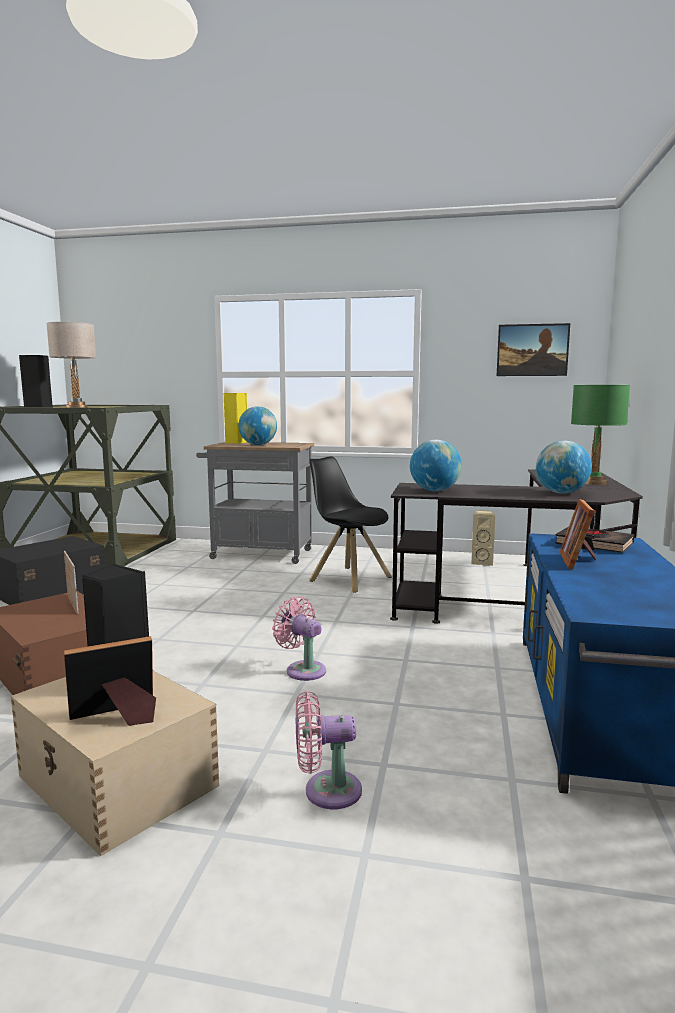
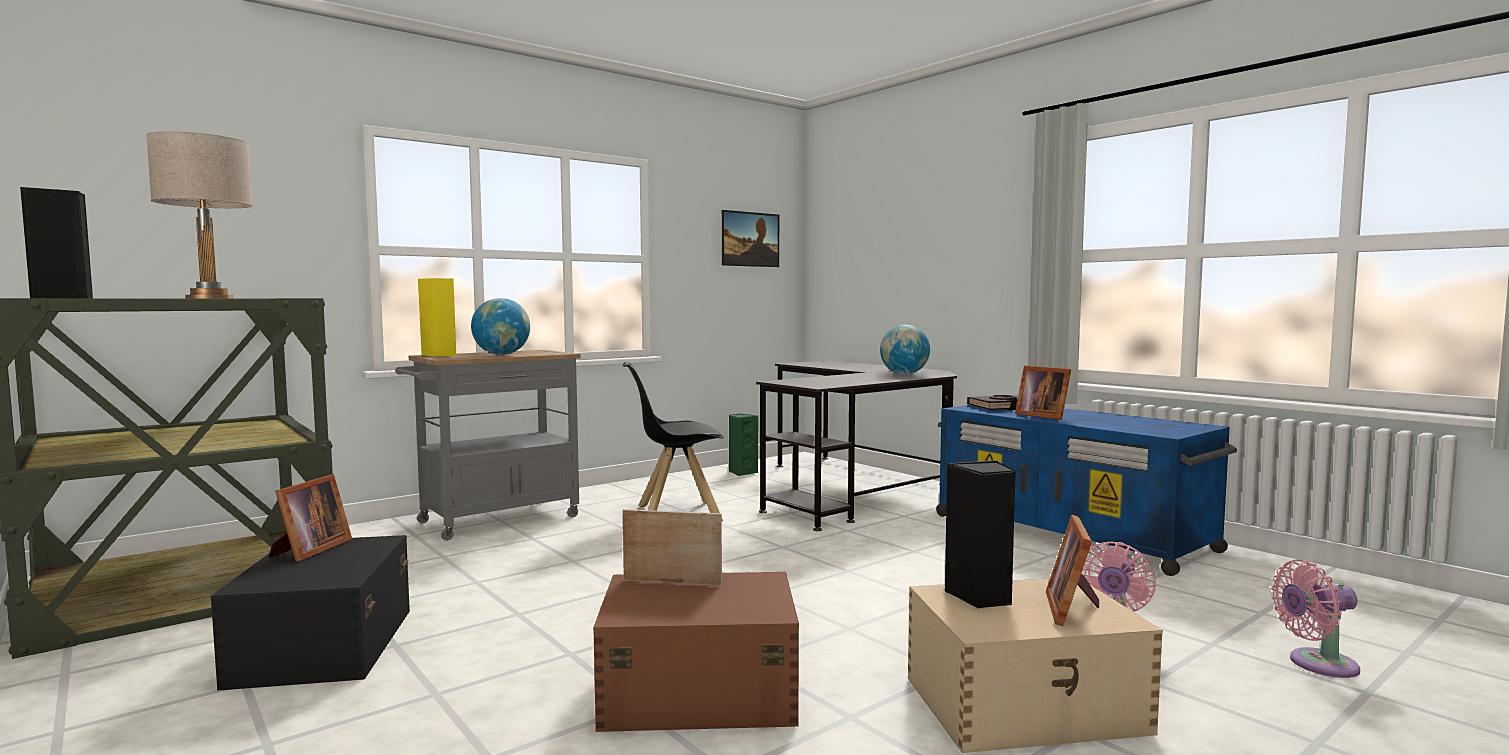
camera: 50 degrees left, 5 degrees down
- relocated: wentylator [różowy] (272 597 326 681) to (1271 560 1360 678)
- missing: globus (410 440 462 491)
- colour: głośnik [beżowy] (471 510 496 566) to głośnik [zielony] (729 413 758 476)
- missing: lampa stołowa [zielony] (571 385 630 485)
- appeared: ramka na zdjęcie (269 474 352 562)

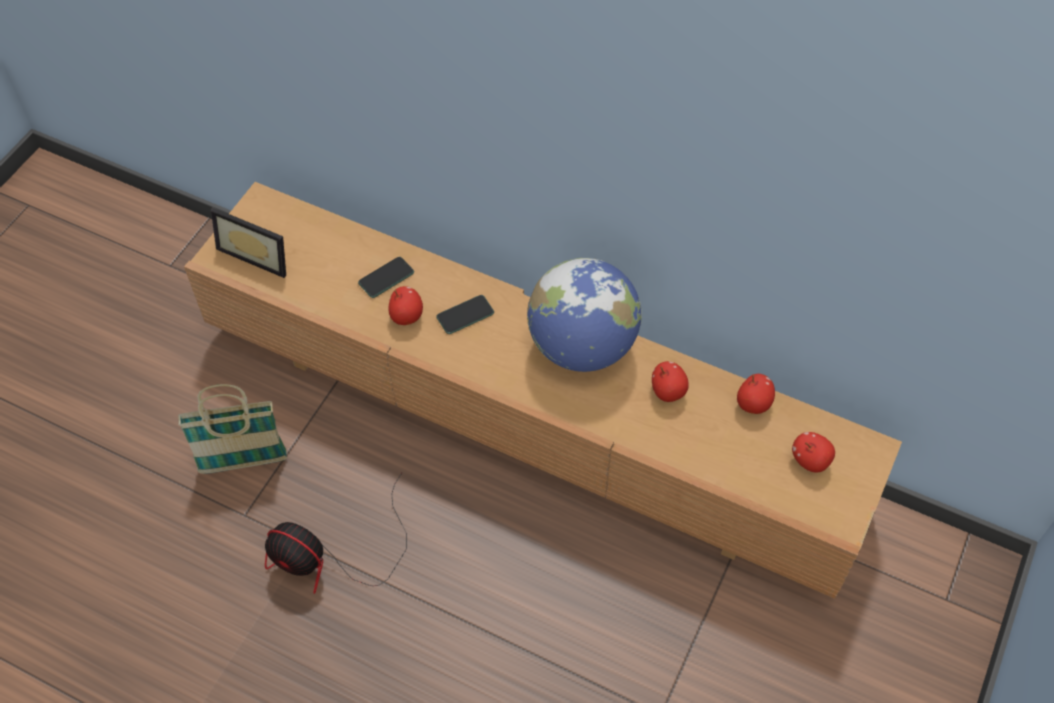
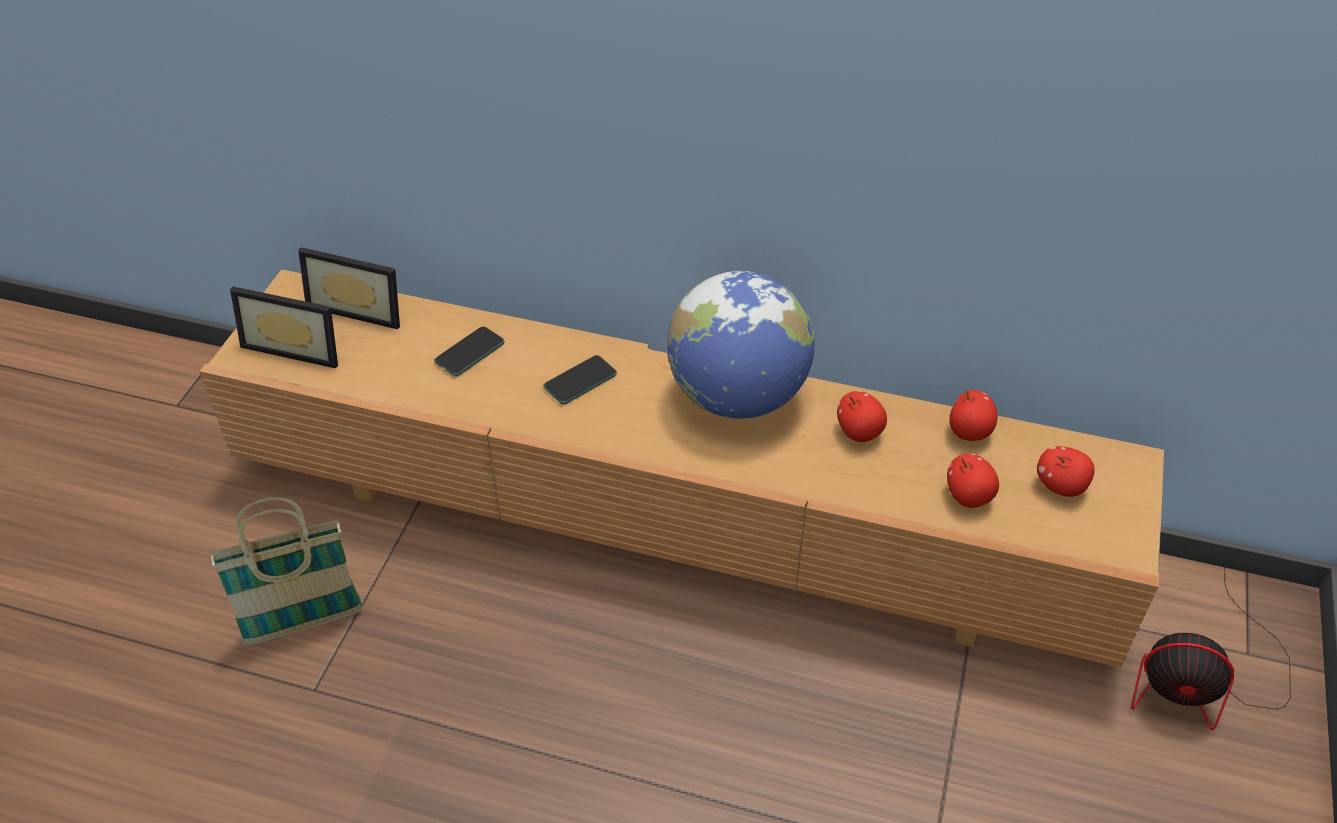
camera: 10 degrees left, 10 degrees down
- relocated: wentylator (265 473 407 594) to (1131 568 1291 730)
- relocated: jabłko (388 286 423 325) to (947 453 999 508)
- appeared: ramka na zdjęcie (298 247 400 329)

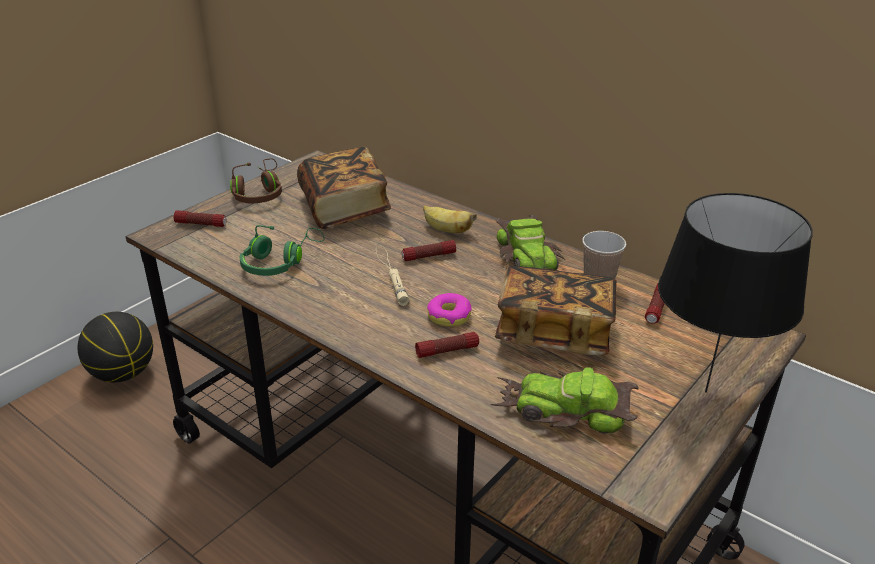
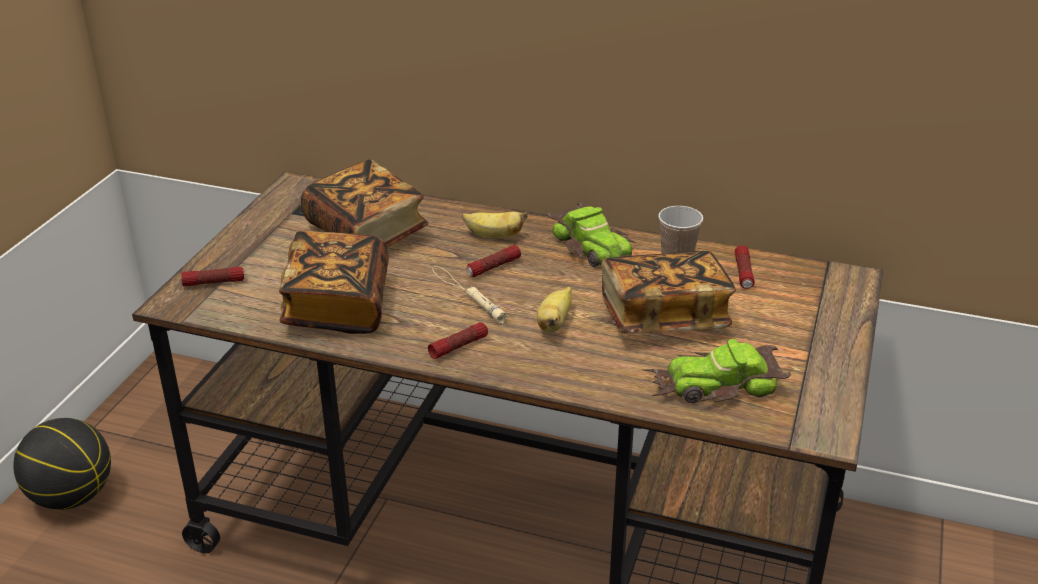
camera: 20 degrees left, 0 degrees up
- missing: słuchawki [brązowy] (230 158 282 203)
- exchanged: słuchawki [zielony] (240 225 324 276) to książka (279 231 389 334)
- relocated: latarka (415 332 479 358) to (428 322 488 359)
- exchanged: donut (427 293 472 327) to banan (537 287 572 333)
- missing: lampa stołowa [czarny] (658 193 813 393)

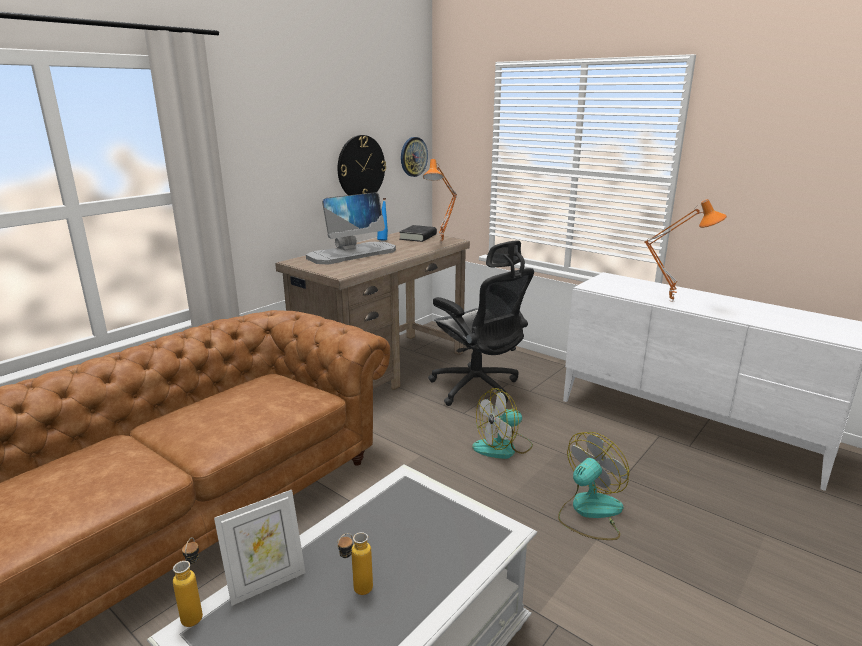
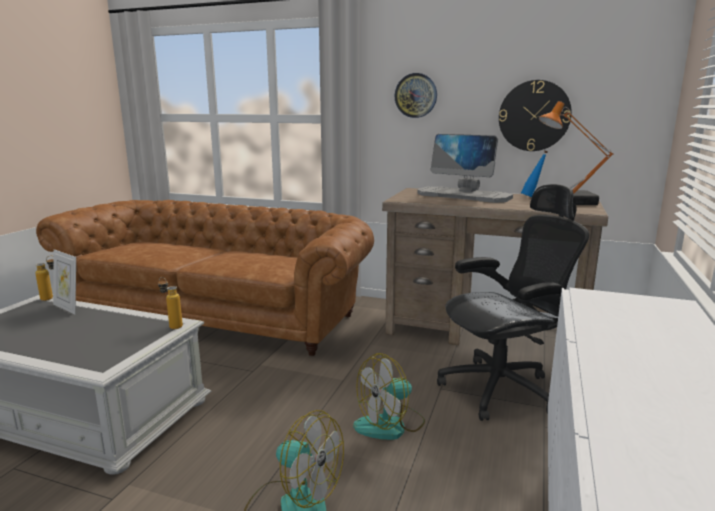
camera: 70 degrees right, 5 degrees down
- relocated: butelka (337 532 373 595) to (158 277 183 329)
- relocated: zegar ścienny (401 137 428 177) to (395 73 437 118)
- spun: krzesło biurowe (428 240 534 406) = (437 184 589 421) 150 degrees counterclockwise
- spun: wentylator (472 388 533 459) = (353 353 425 440) 75 degrees counterclockwise
- missing: lampa stołowa [pomarańczowy] (644 199 727 302)

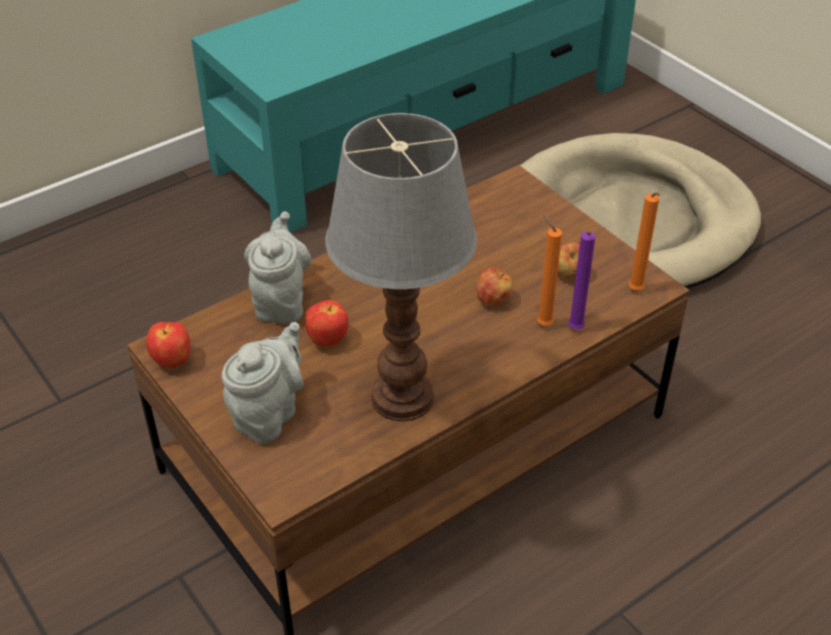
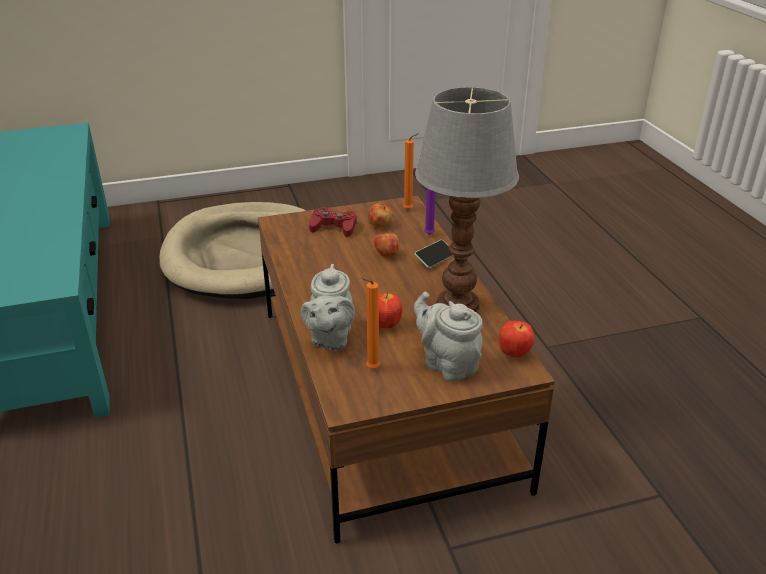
camera: 70 degrees left, 10 degrees down
- relocated: jabłko (146 322 191 368) to (499 321 534 358)
- spun: imbryk [szary] (244 211 311 324) = (301 264 355 350) 105 degrees counterclockwise
- relocated: świeca [pomarańczowy] (537 215 562 326) to (361 278 380 368)
- appeared: pad do gier [czerwony] (309 207 357 237)
- appeared: telefon (415 240 453 268)

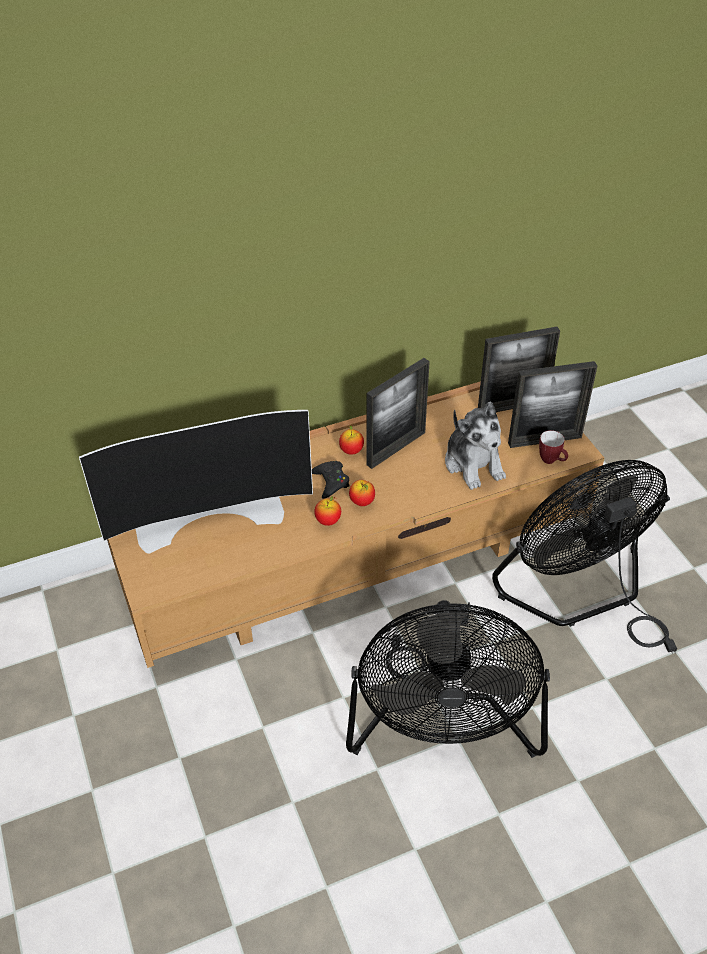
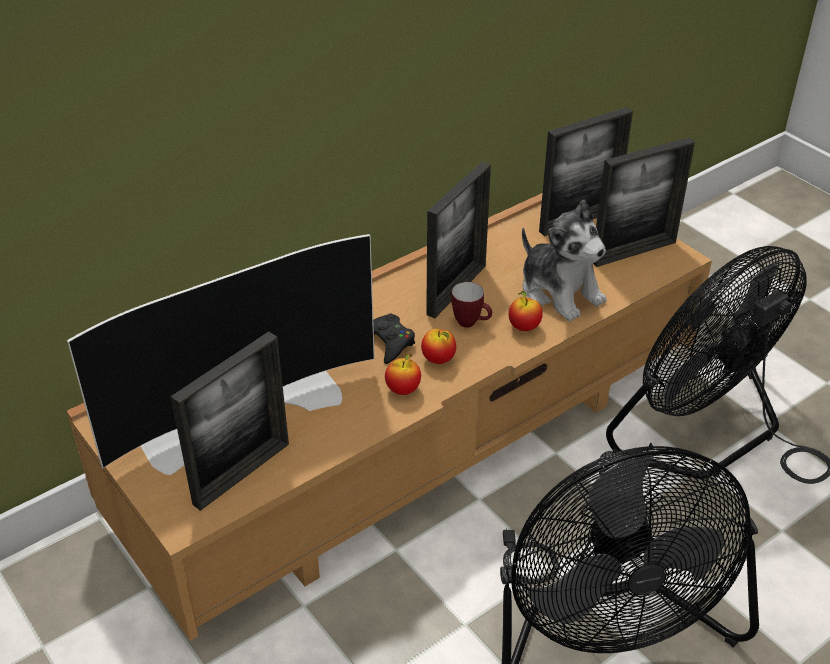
camera: 15 degrees left, 5 degrees down
- relocated: jabłko (339 425 364 455) to (509 291 543 331)
- relocated: kubek (539 430 568 464) to (451 282 492 328)
- appeared: ramka na zdjęcie (171 332 289 511)

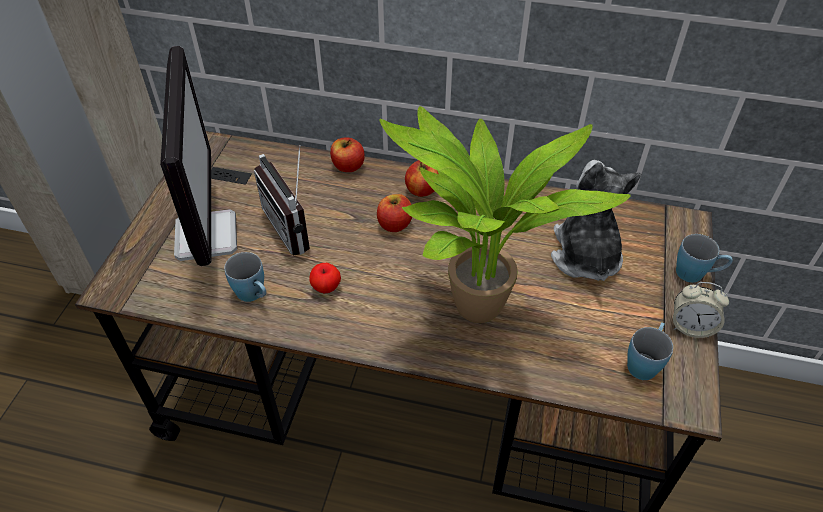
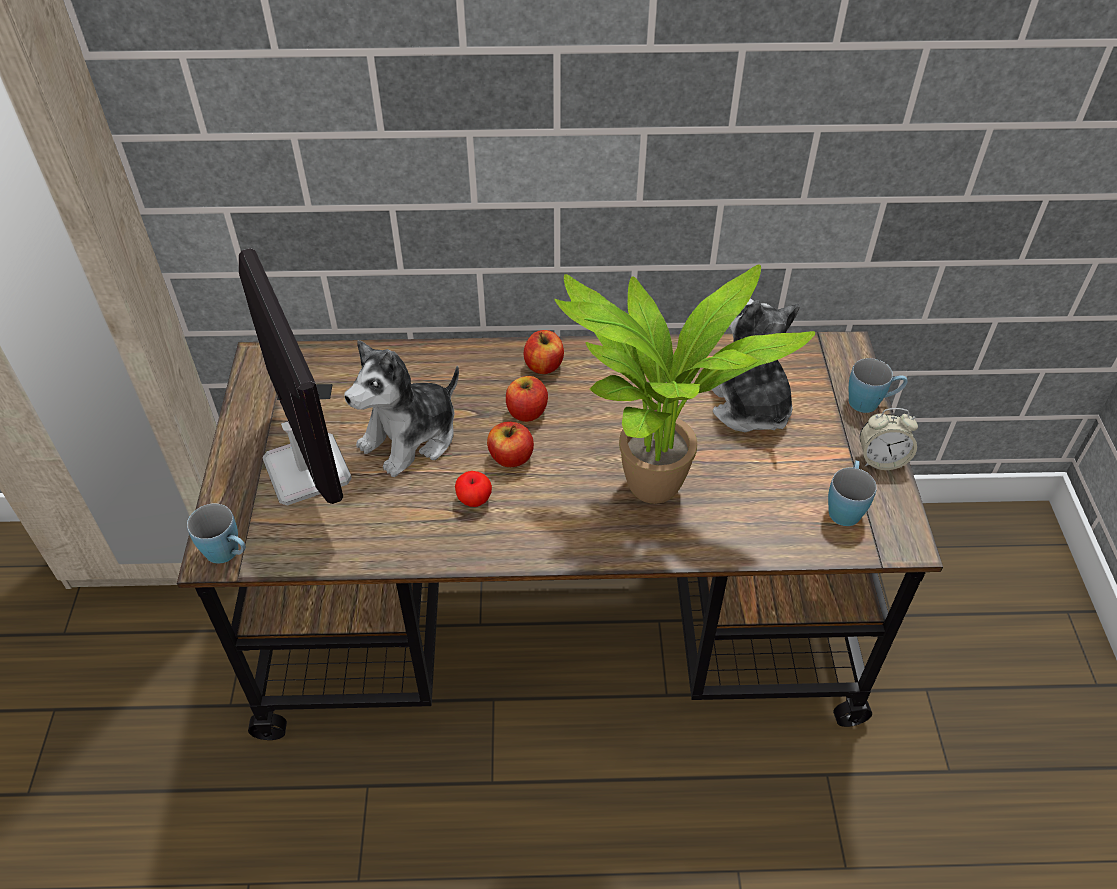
camera: 15 degrees left, 0 degrees up
- relocated: kubek [niebieski] (224 252 266 302) to (187 504 246 564)
- exchanged: radio (254 145 310 256) to pluszak (344 340 459 477)
- relocated: jabłko (330 137 365 172) to (487 421 534 467)

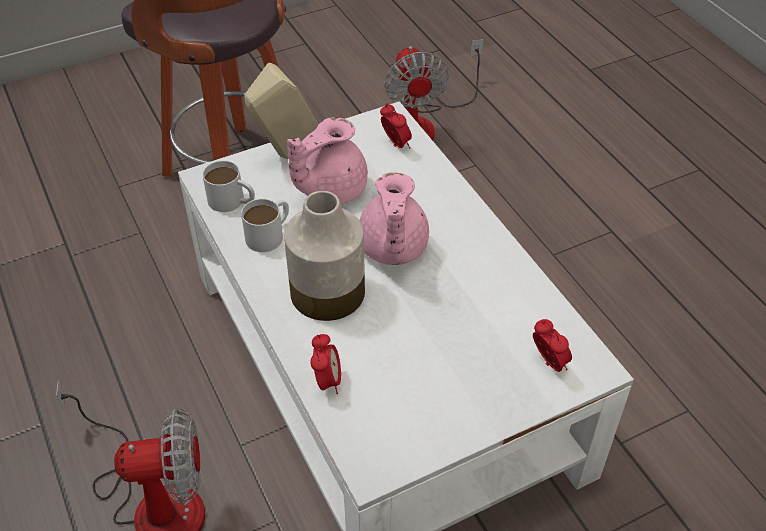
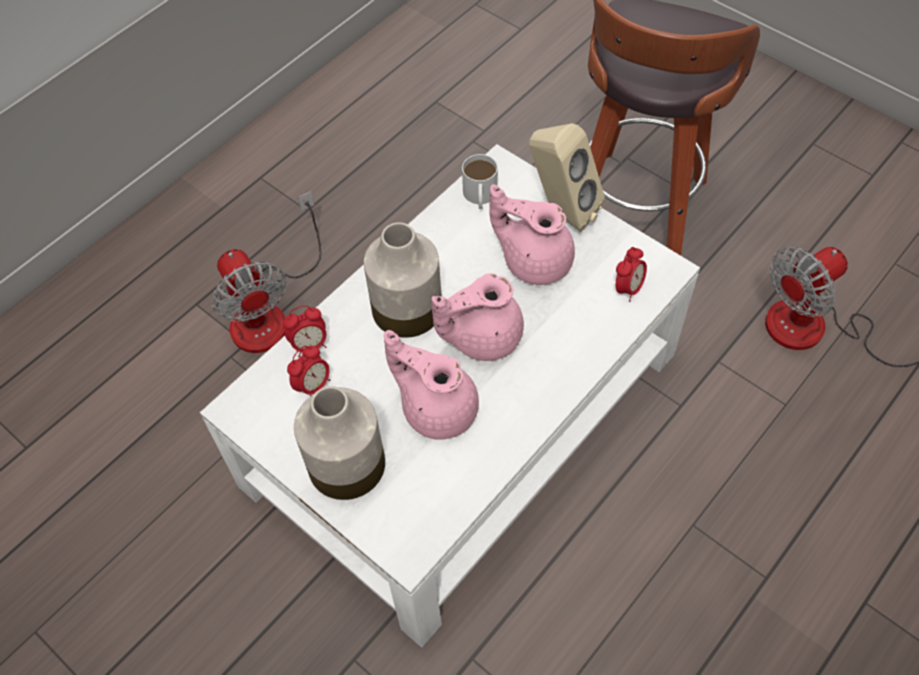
camera: 70 degrees right, 10 degrees up
- missing: kubek [biały] (241 199 289 252)
- relocated: budzik (533 319 572 372) to (287 346 330 397)
- appeared: wazon [beżowy] (294 386 385 500)
- appeared: imbryk [różowy] (384 330 479 439)

